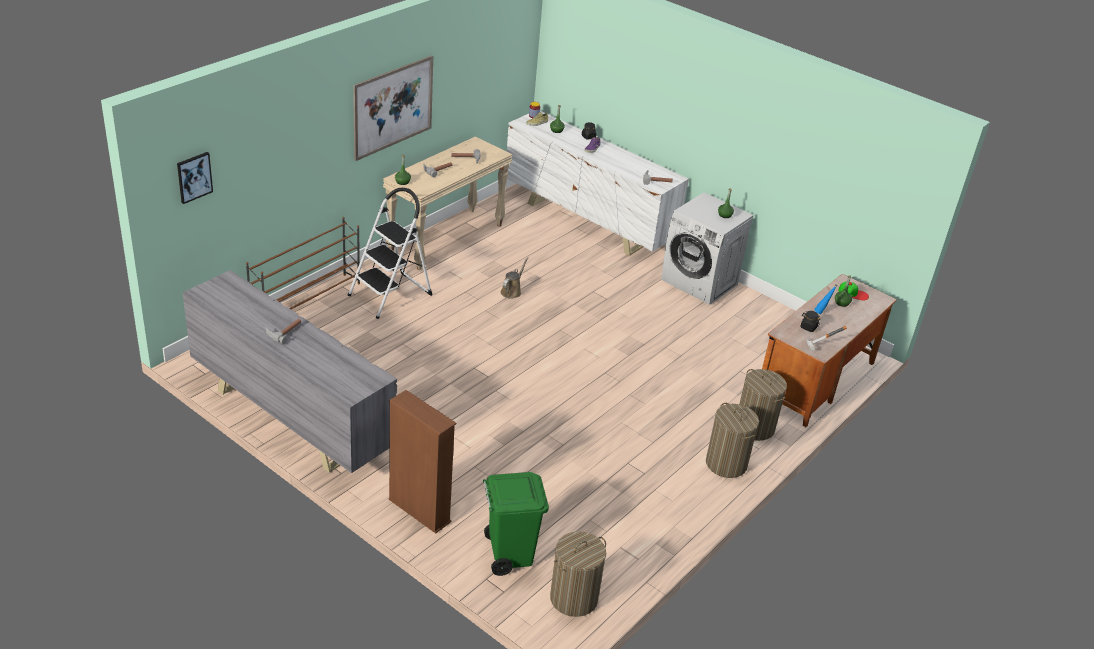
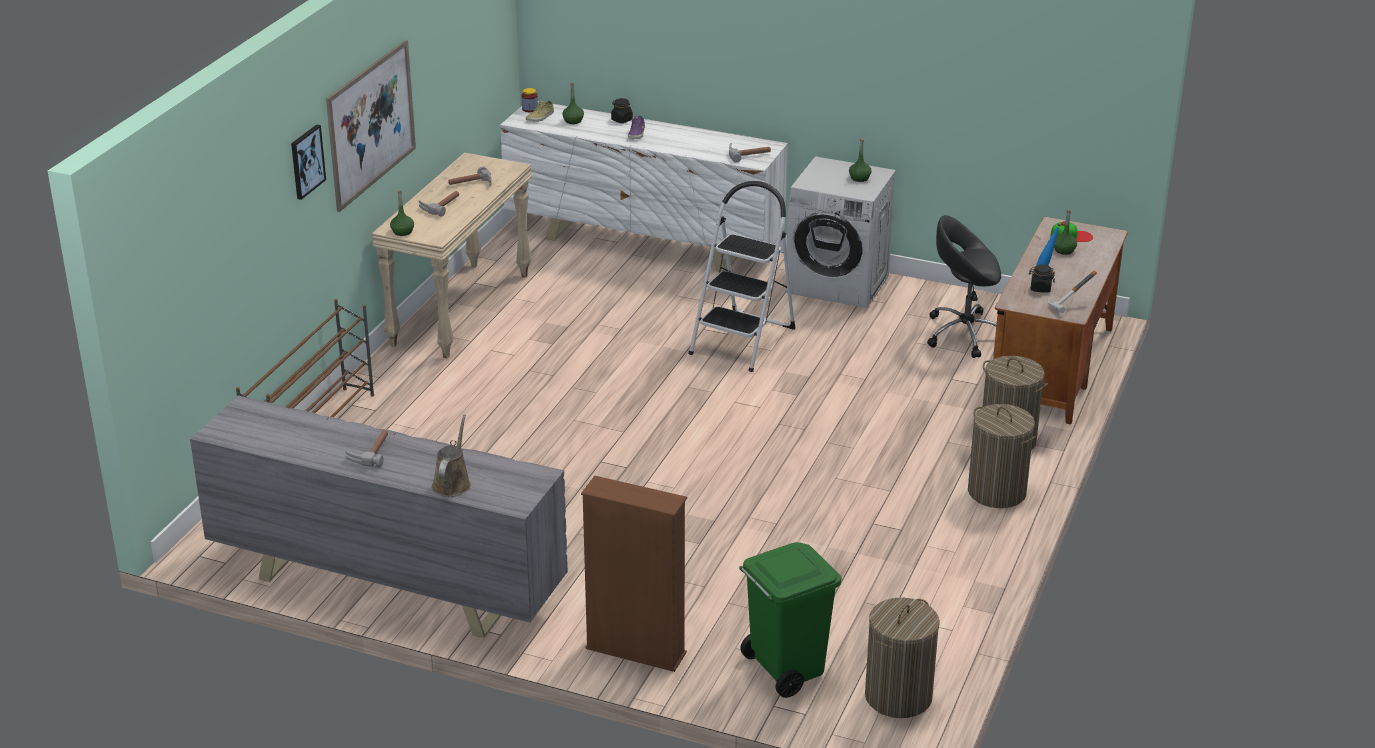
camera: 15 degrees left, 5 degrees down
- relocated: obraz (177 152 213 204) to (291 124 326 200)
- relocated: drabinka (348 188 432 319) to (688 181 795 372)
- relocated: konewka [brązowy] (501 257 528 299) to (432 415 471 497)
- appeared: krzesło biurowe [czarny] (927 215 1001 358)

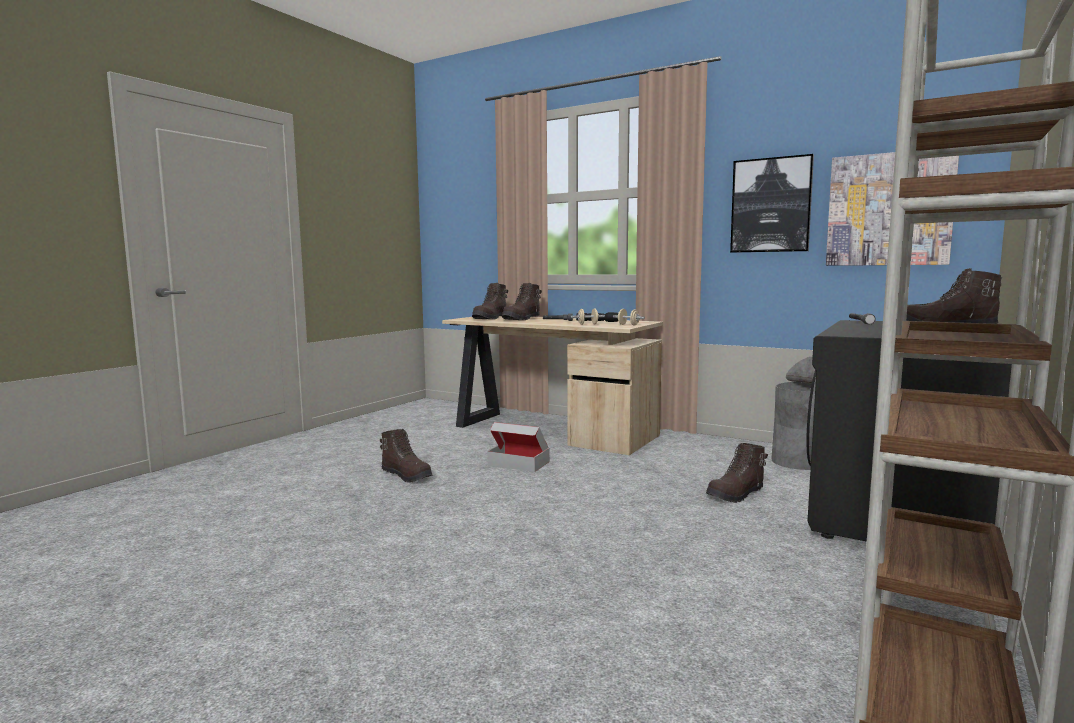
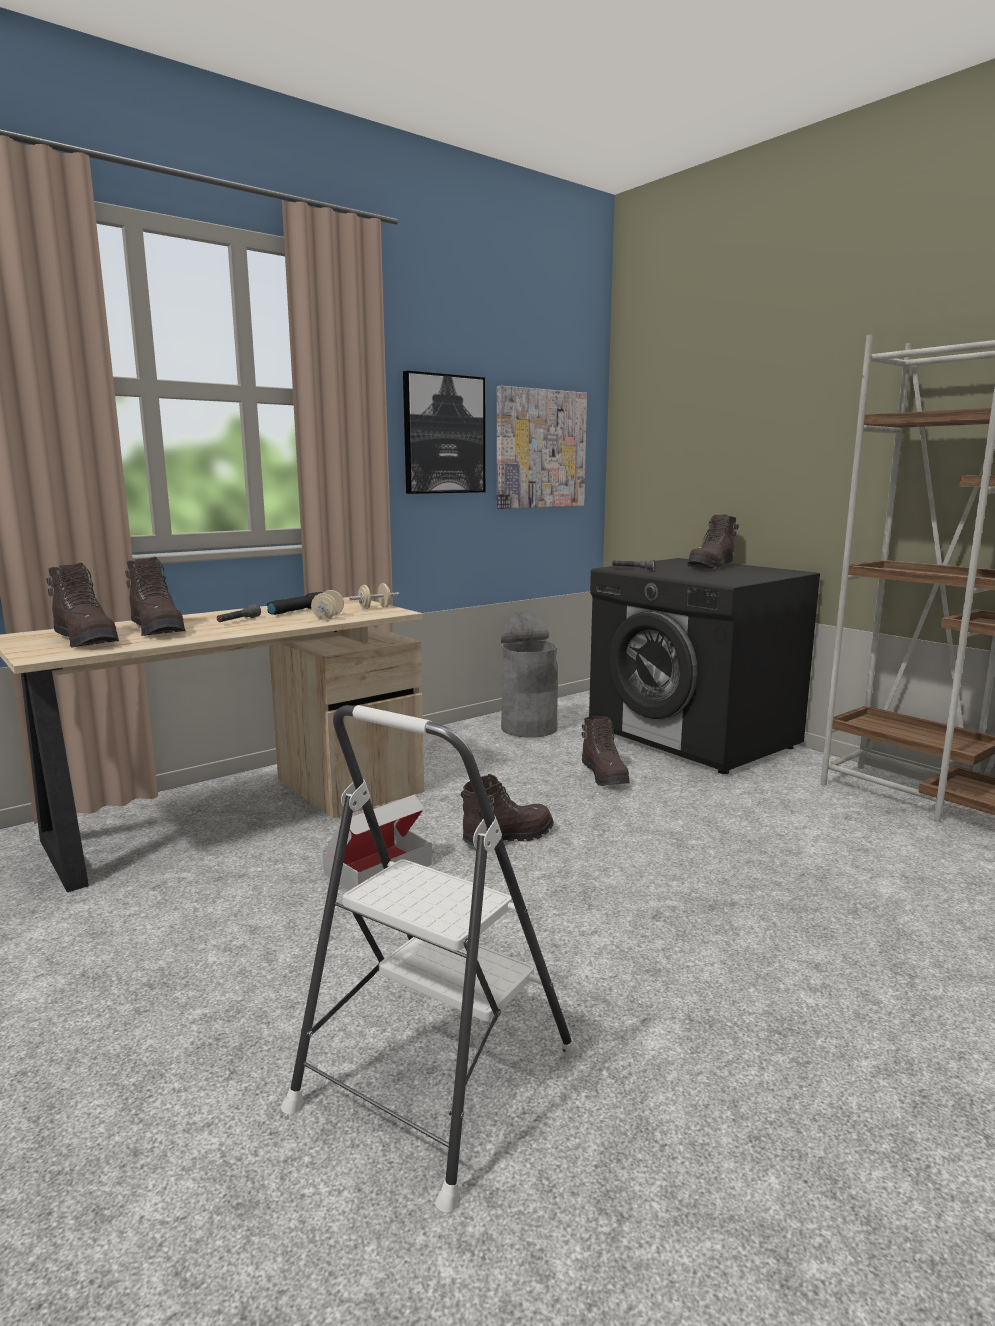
camera: 70 degrees left, 5 degrees up
- relocated: but z cholewką [brązowy] (380 429 432 483) to (461 774 554 846)
- appeared: drabinka [biały] (281 705 579 1213)

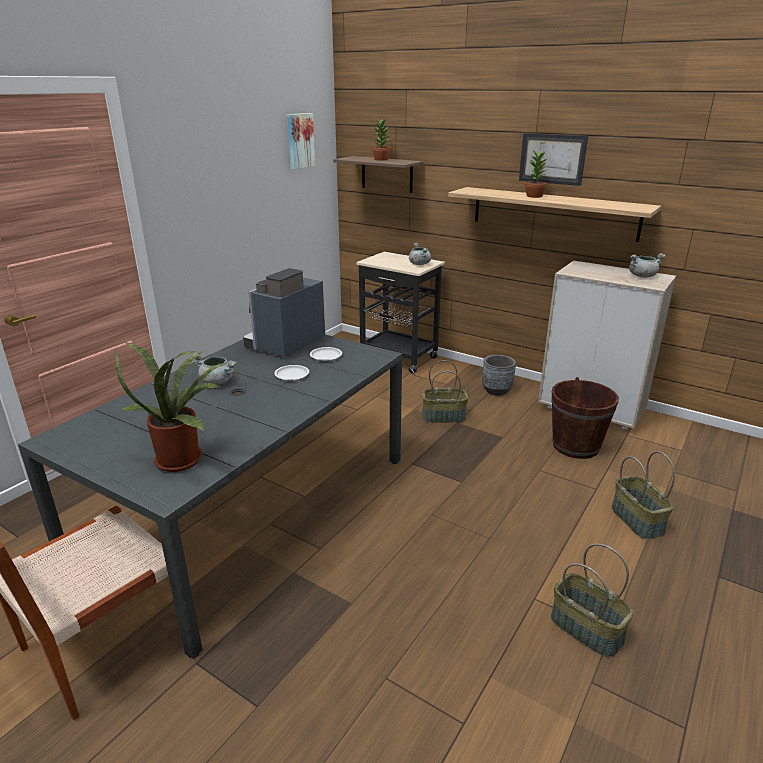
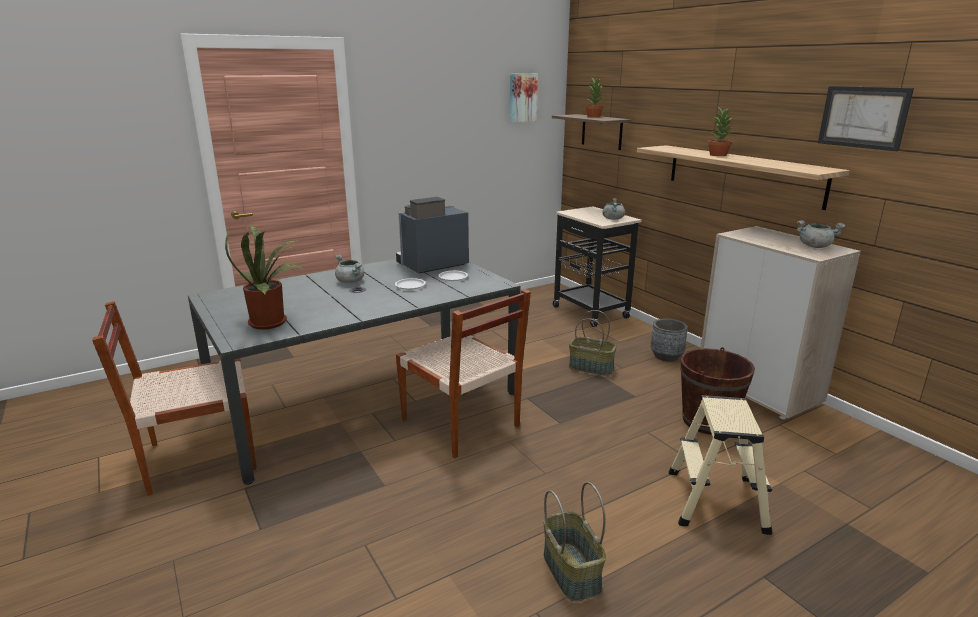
camera: 25 degrees right, 5 degrees down
- relocated: obraz (519 133 588 186) to (818 86 914 151)
- exchanged: koszyk (612 451 675 539) to drabinka [beżowy] (668 395 772 535)
- appeared: krzesło (396 289 531 458)

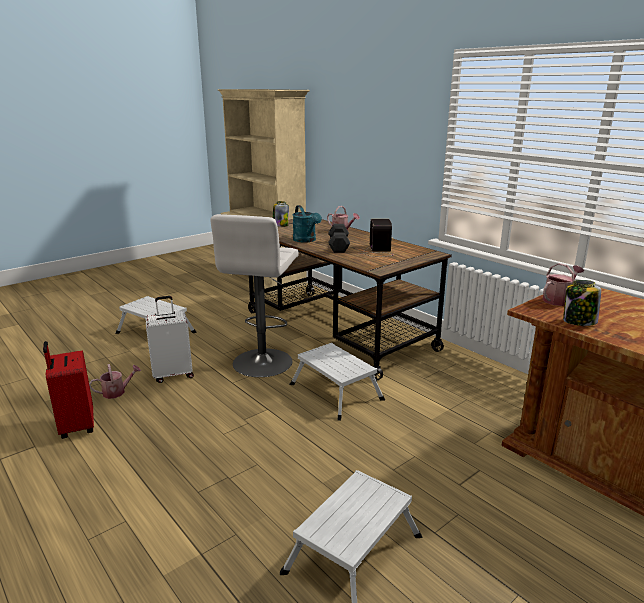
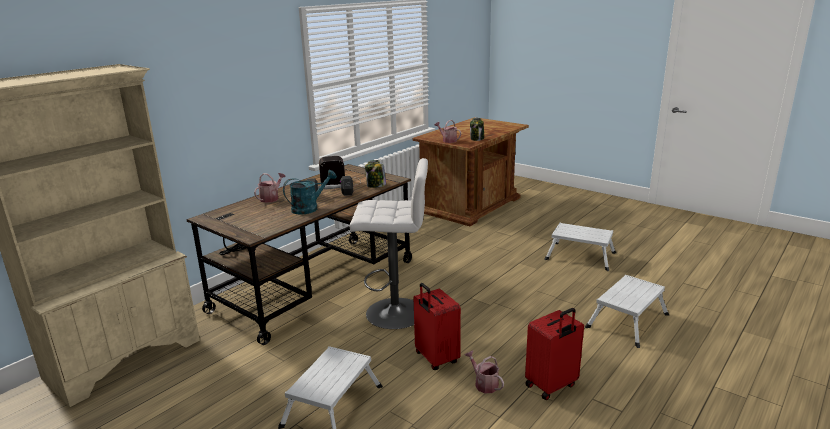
camera: 100 degrees left, 0 degrees up
- colour: walizka [biały] (145 296 194 383) to walizka [czerwony] (413 283 461 370)
- relocated: słoik (273 201 289 227) to (365 160 386 188)
- relocated: drabinka [biały] (289 343 385 421) to (585 275 669 348)

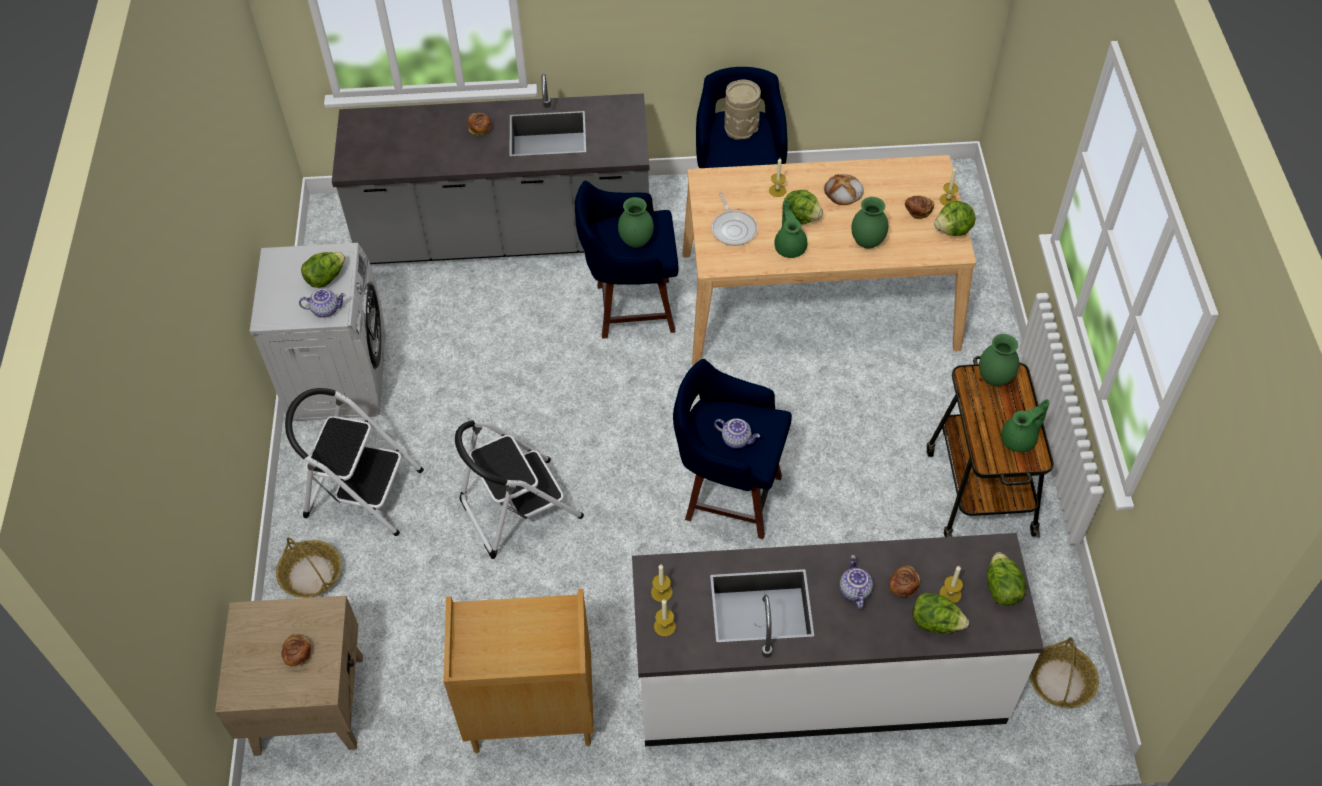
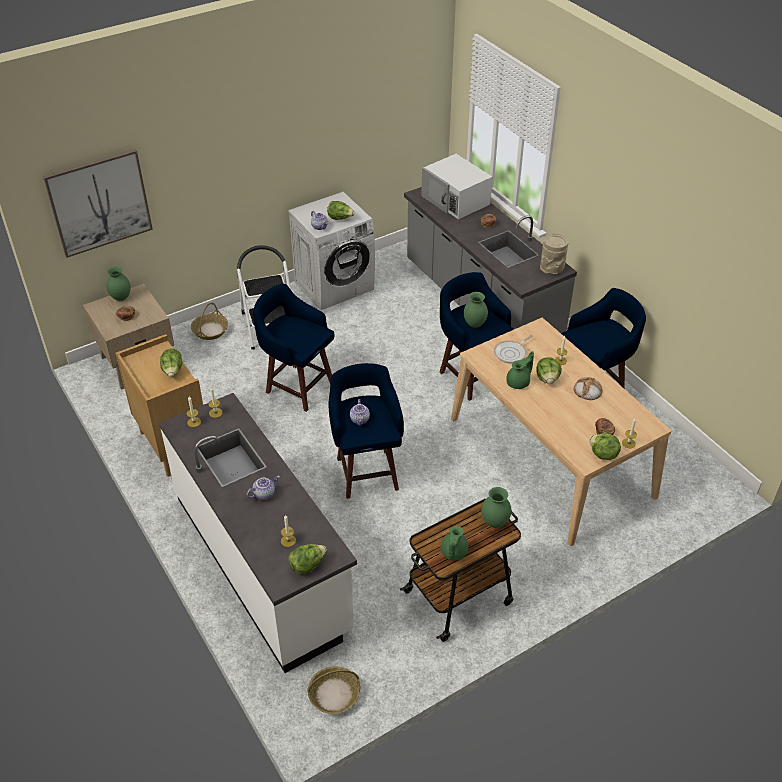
camera: 60 degrees right, 10 degrees down
- exchanged: drabinka (455 420 584 559) to stołek [niebieski] (253 284 334 412)
- relocated: wazon [beżowy] (724 79 761 140) to (540 233 569 274)
- relocated: wazon [zielony] (851 197 888 249) to (106 266 131 301)
- missing: chleb (889 566 920 597)
- relocated: sałata (912 593 969 634) to (160 349 182 377)
- spun: imbryk [zielony] (1001 399 1049 452) = (441 526 469 560) 75 degrees clockwise
- appeared: obraz (43 149 153 258)
- appeared: mikrofalówka [biały] (421 154 493 219)

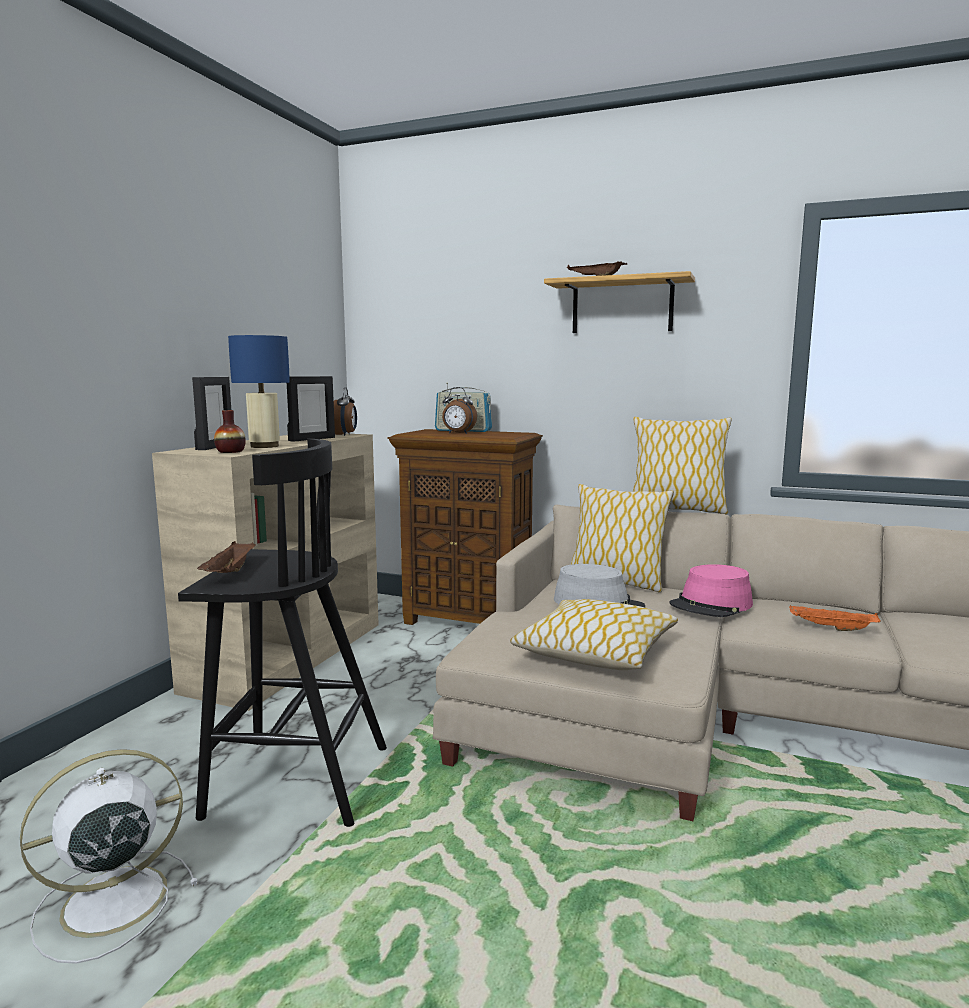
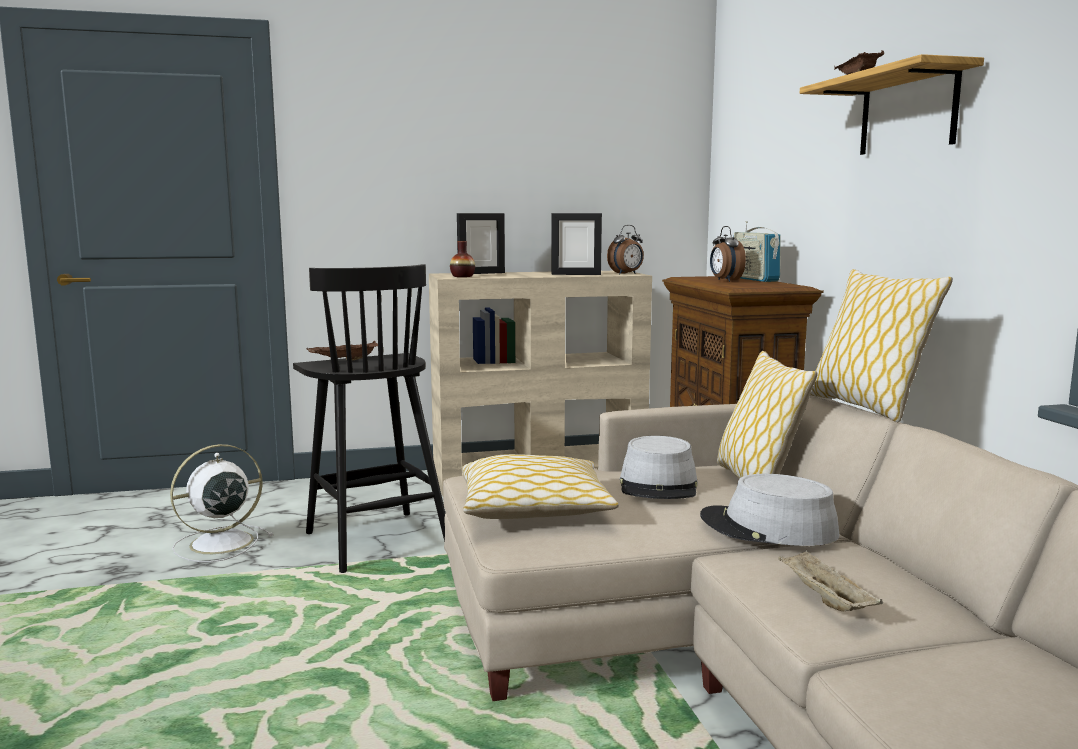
camera: 55 degrees right, 0 degrees up
- spun: wentylator [biały] (20 749 198 964) = (170 444 273 562) 60 degrees counterclockwise
- missing: lampa stołowa [niebieski] (228 335 290 448)
- colour: kapelusz [różowy] (669 564 753 617) to kapelusz [szary] (700 474 840 546)
- colour: taca [pomarańczowy] (789 605 881 631) to taca [beżowy] (778 550 883 611)

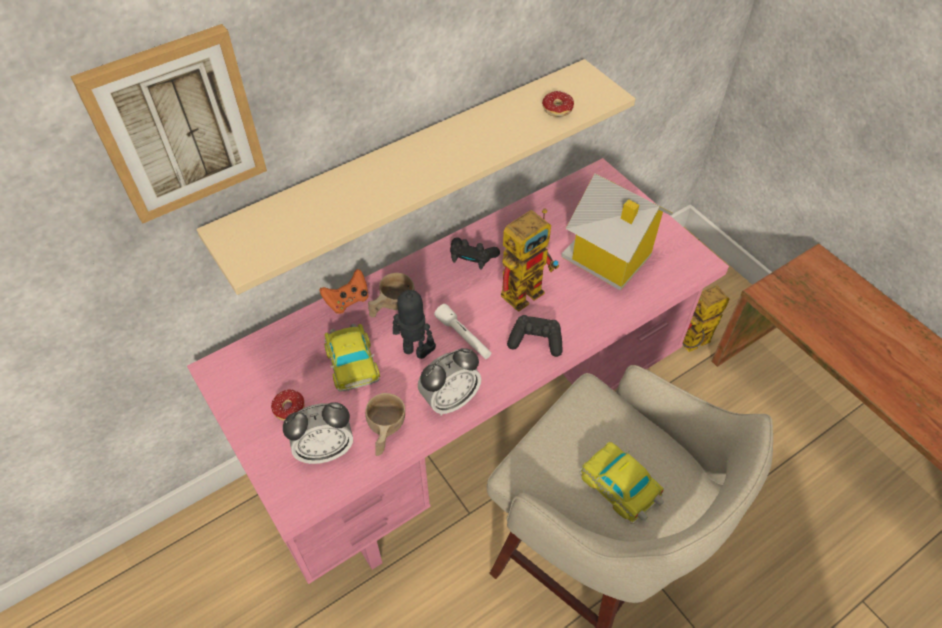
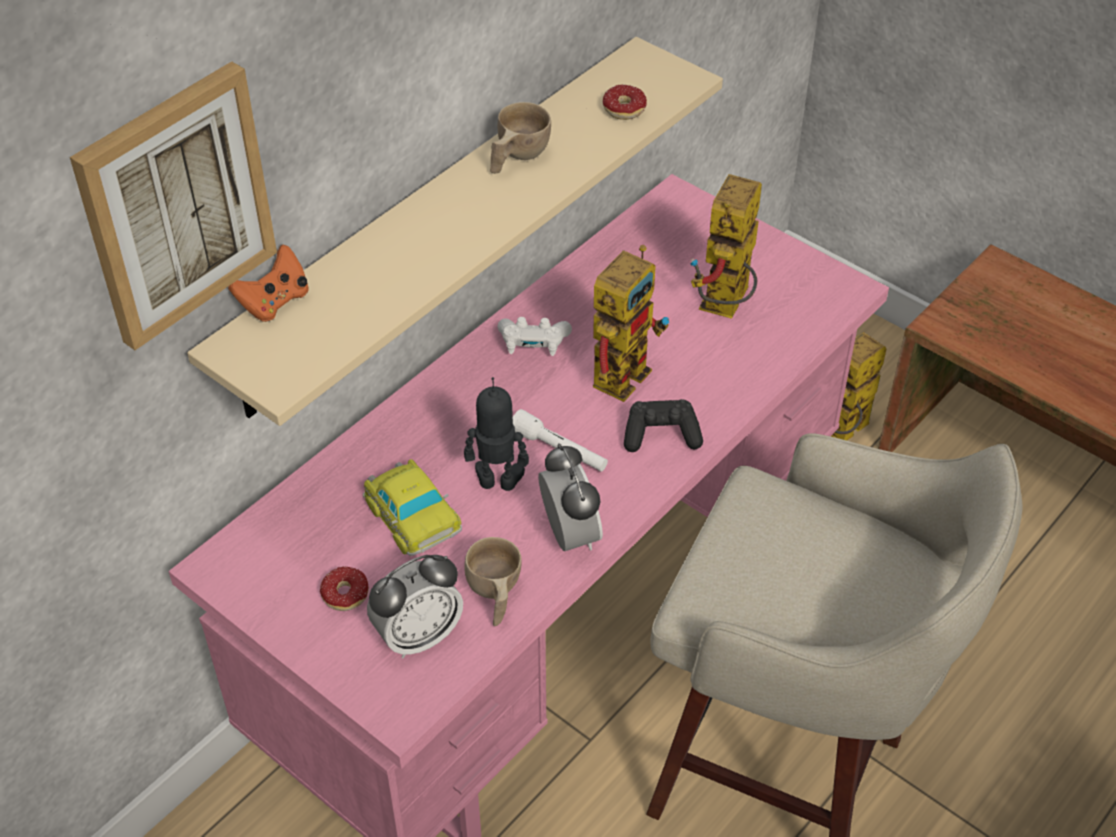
camera: 15 degrees left, 5 degrees down
- relocated: pad do gier [pomarańczowy] (319 269 369 314) to (228 244 309 322)
- relocated: filiżanka [beżowy] (368 273 415 317) to (490 102 551 174)
- spun: budzik (418 348 481 416) = (538 443 603 551) 60 degrees counterclockwise
- colour: pad do gier [czarny] (450 237 500 270) to pad do gier [biały] (498 317 572 356)
- exchanged: domek (561 173 673 291) to robot zabawkowy (690 174 762 319)
- missing: samochodzik (580 442 664 524)

